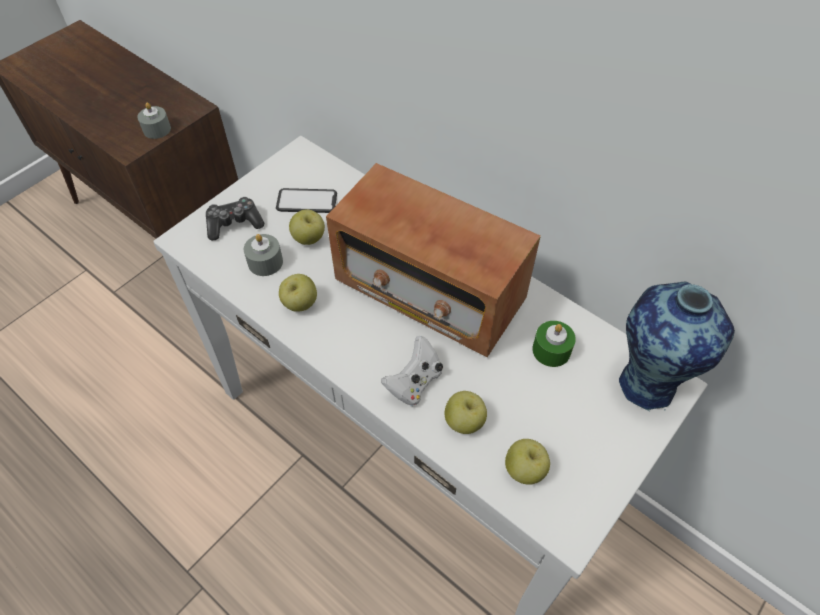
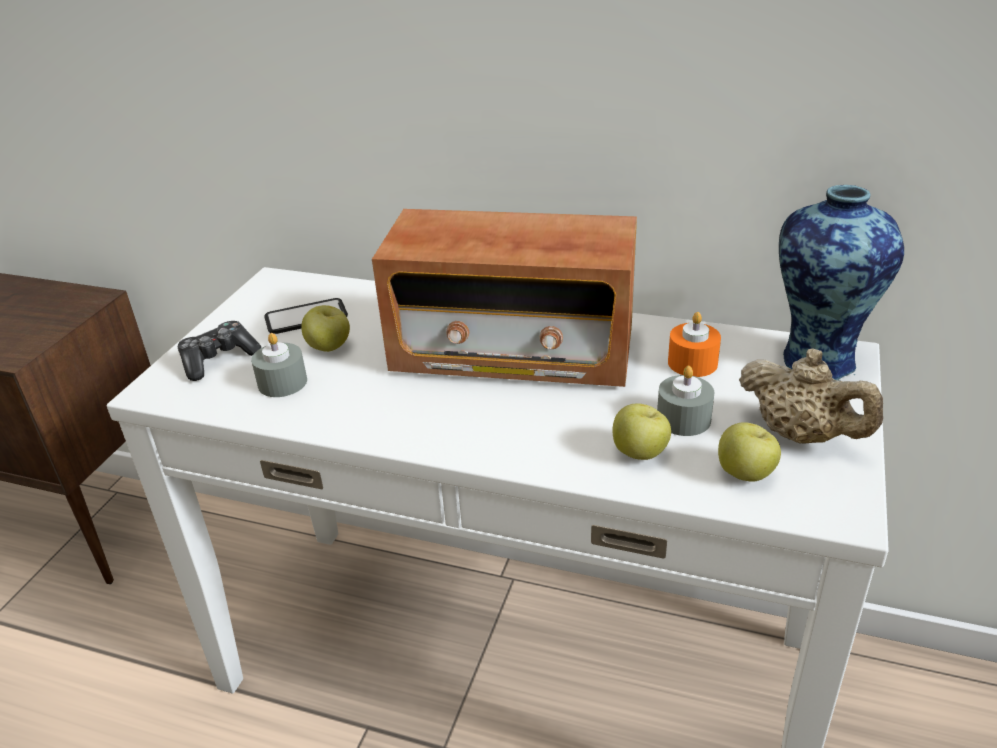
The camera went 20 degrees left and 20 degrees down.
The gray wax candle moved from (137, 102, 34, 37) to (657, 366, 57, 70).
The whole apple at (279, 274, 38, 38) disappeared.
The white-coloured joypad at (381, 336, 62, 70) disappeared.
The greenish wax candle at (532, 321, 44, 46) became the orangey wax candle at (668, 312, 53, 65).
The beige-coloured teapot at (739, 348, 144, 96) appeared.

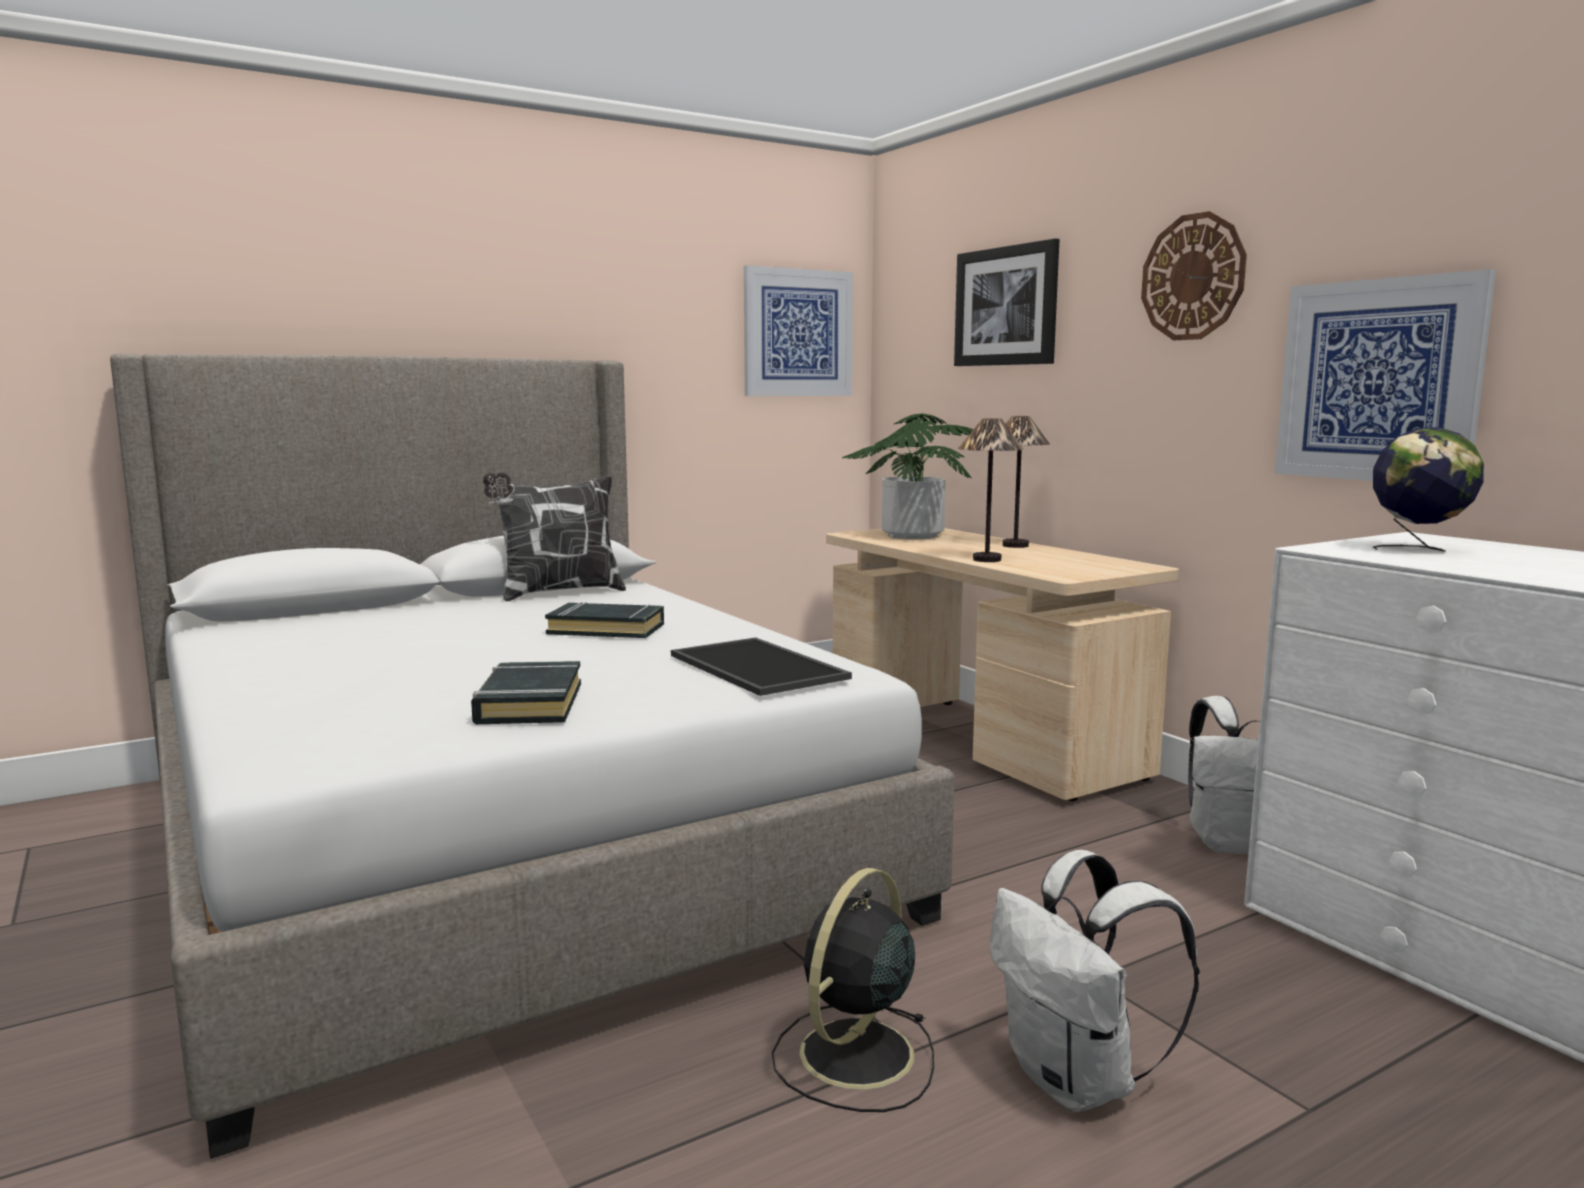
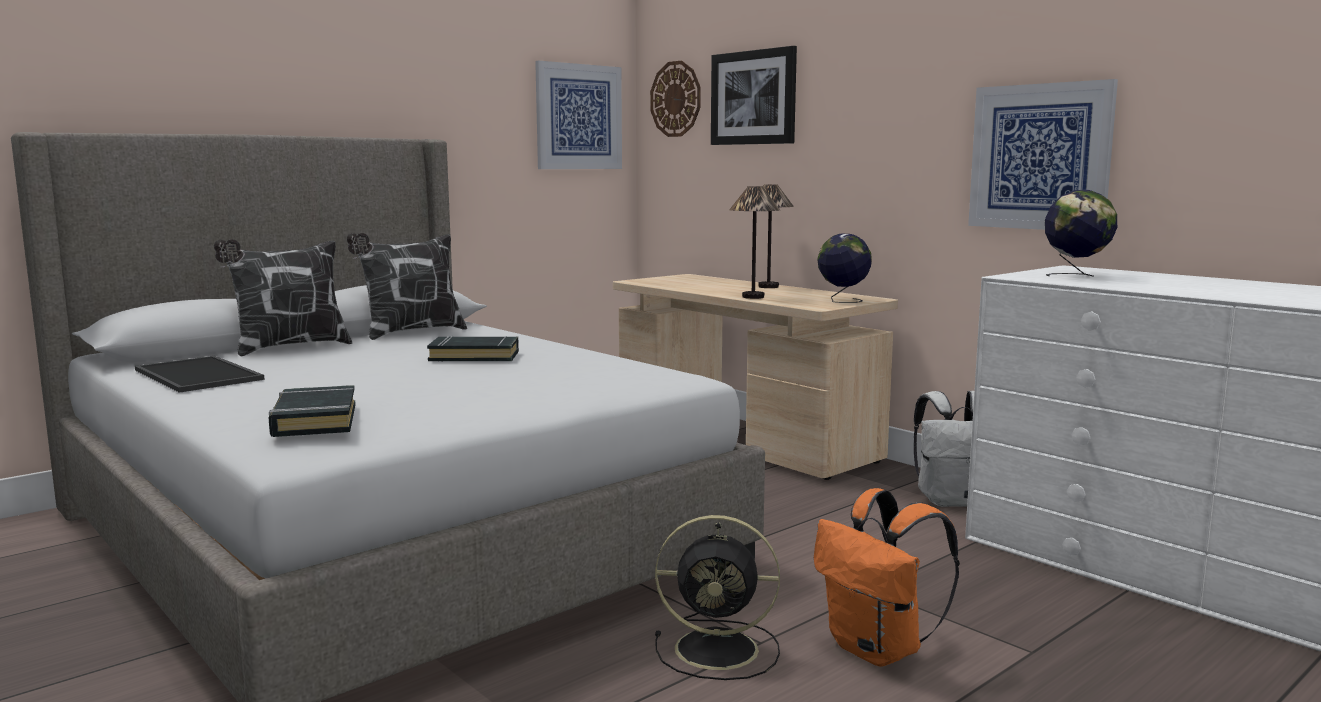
The camera went 10 degrees left and 0 degrees up.
The black-coloured bound book moved from (471, 661, 110, 63) to (269, 385, 87, 52).
The carrying tray moved from (671, 637, 181, 59) to (135, 356, 130, 37).
The black-coloured electric fan at (772, 868, 162, 244) turned 105 degrees counterclockwise.
The plant in a pot at (842, 414, 132, 125) disappeared.
The white-coloured knapsack at (990, 850, 210, 262) became the orangey knapsack at (814, 488, 146, 179).
The wall clock moved from (1141, 211, 106, 129) to (650, 61, 51, 76).
The throw pillow at (214, 239, 138, 117) appeared.
The desk globe at (817, 234, 55, 69) appeared.

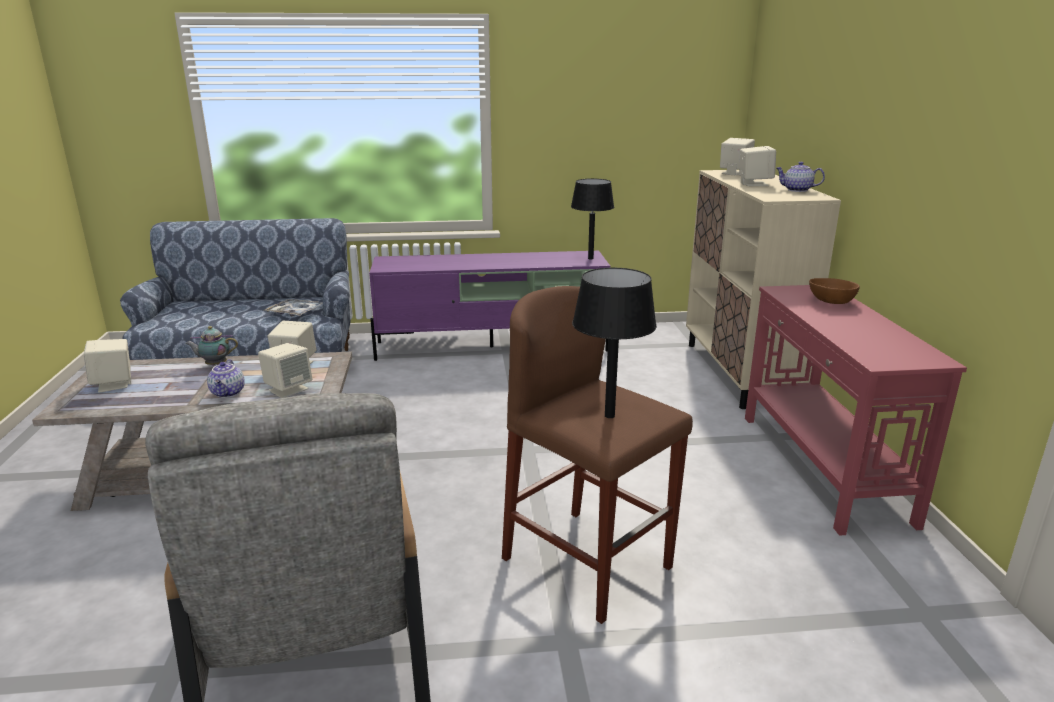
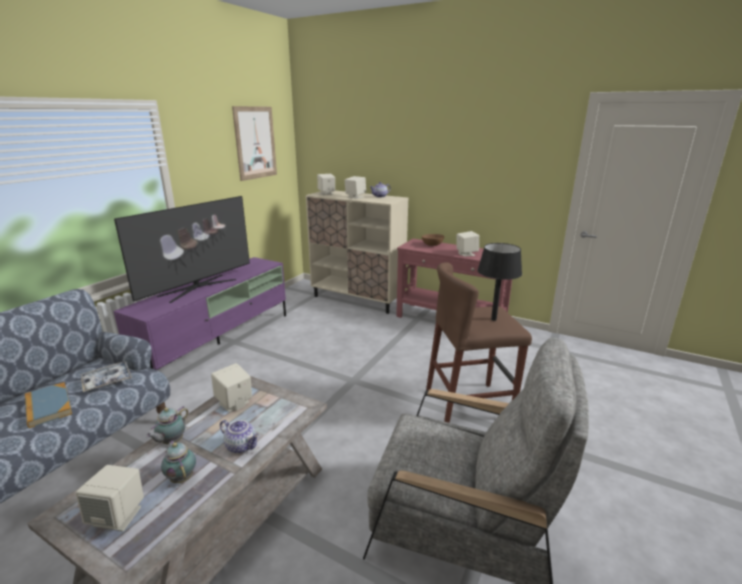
The camera went 55 degrees left and 0 degrees up.
The beige-coloured audio speaker moved from (258, 343, 54, 55) to (457, 231, 22, 26).
The black-coloured lamp for a table at (571, 179, 43, 81) disappeared.
The bound book at (25, 382, 47, 46) appeared.
The TV set at (114, 196, 136, 107) appeared.
The teapot at (161, 440, 35, 43) appeared.
The wall art at (232, 106, 45, 75) appeared.

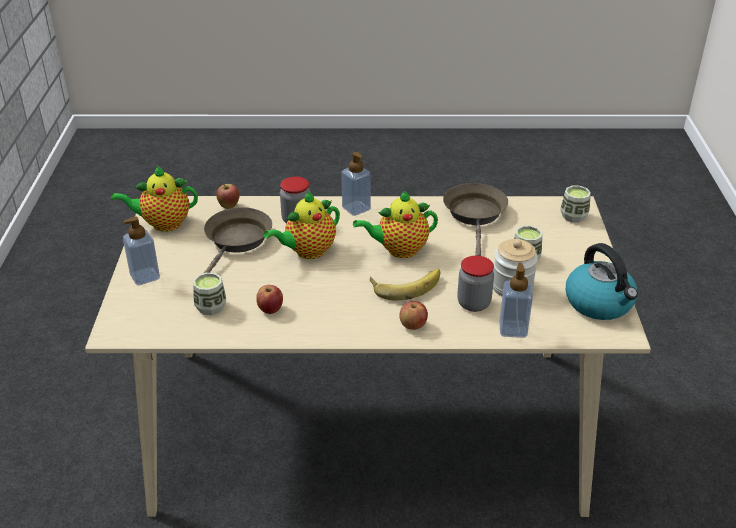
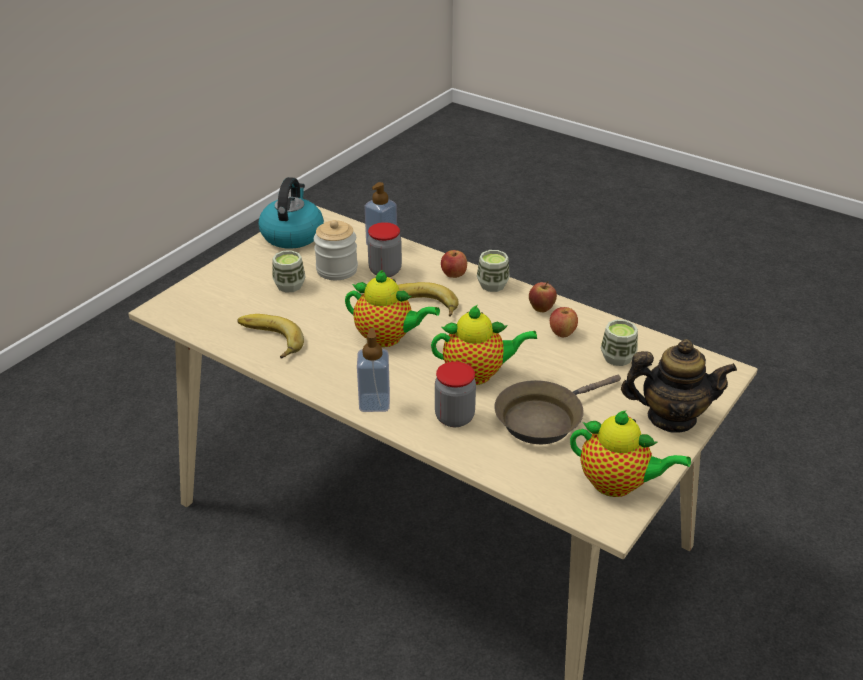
The camera went 145 degrees left and 0 degrees up.
The soap bottle at (123, 216, 37, 70) was replaced by the teapot at (621, 339, 116, 94).
The whole apple moved from (216, 184, 24, 25) to (529, 281, 28, 31).
The brown skillet at (443, 183, 65, 73) was replaced by the banana at (238, 314, 66, 45).
The small cup moved from (560, 185, 31, 38) to (477, 250, 33, 42).

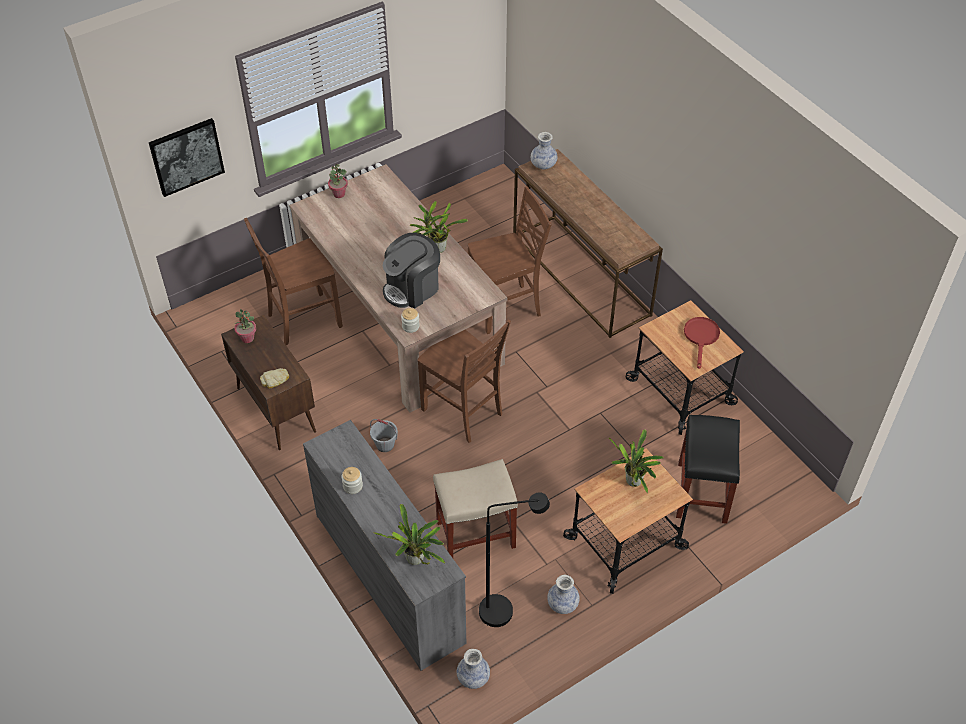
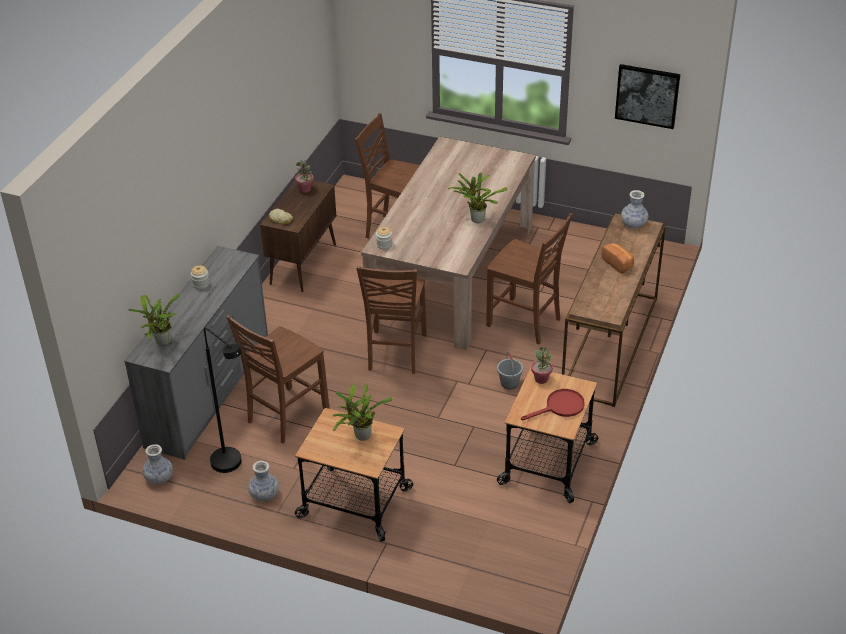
The camera went 55 degrees right and 10 degrees down.
The wall art moved from (149, 118, 76, 79) to (615, 64, 66, 65).
The plant in a pot moved from (328, 164, 20, 34) to (531, 347, 22, 37).
The gray bucket moved from (370, 419, 28, 33) to (497, 351, 26, 39).
The coffee maker at (383, 233, 57, 75) disappeared.
The beige-coloured stool at (433, 459, 85, 99) was replaced by the brown chair at (226, 315, 104, 128).
The black-coloured stool at (676, 415, 64, 109) disappeared.
The bakery bread at (602, 243, 32, 30) appeared.

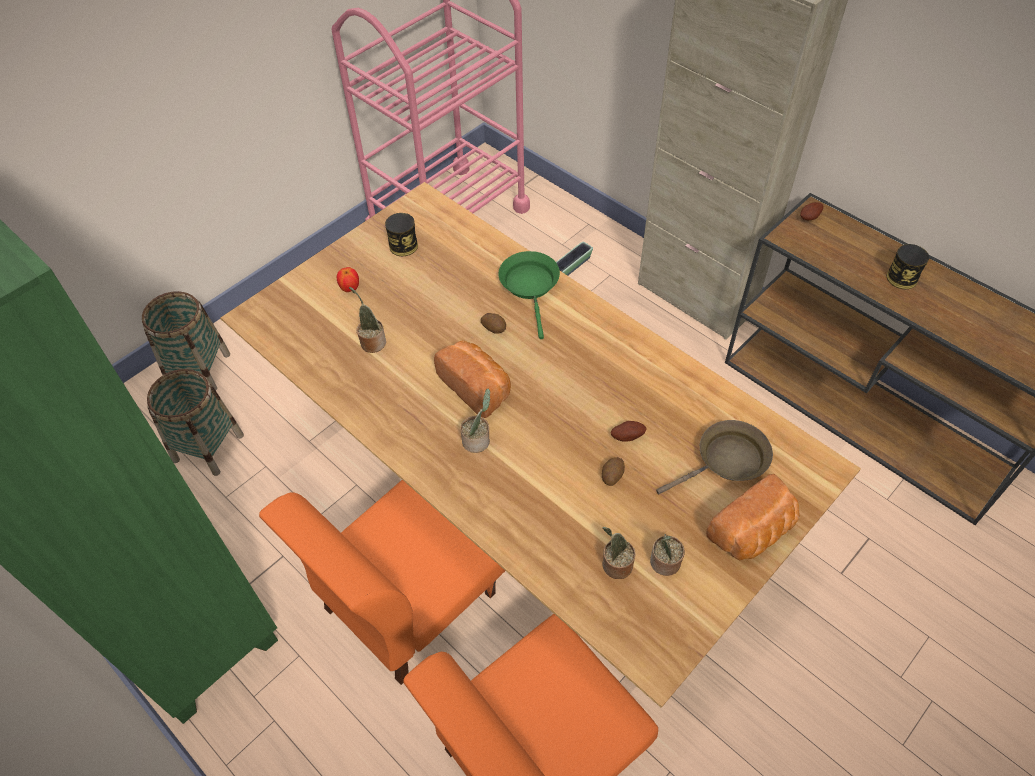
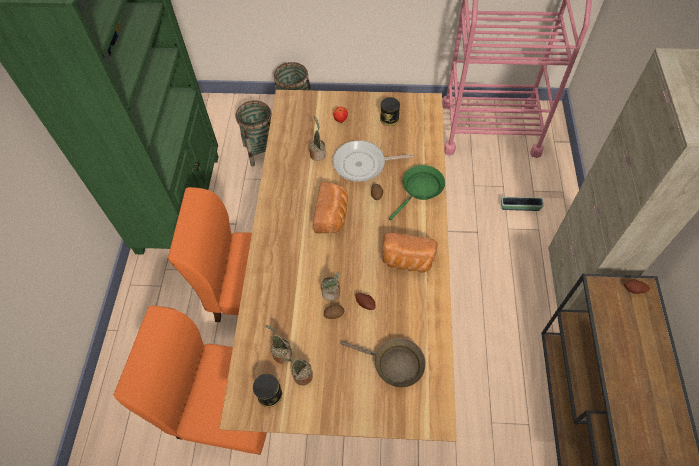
The camera went 50 degrees right and 5 degrees up.
The plant in a pot moved from (460, 389, 30, 64) to (321, 272, 19, 29).
The bakery bread moved from (706, 474, 93, 86) to (383, 233, 55, 40).
The sealed can moved from (887, 244, 42, 45) to (253, 374, 29, 33).
The skillet at (333, 140, 81, 42) appeared.

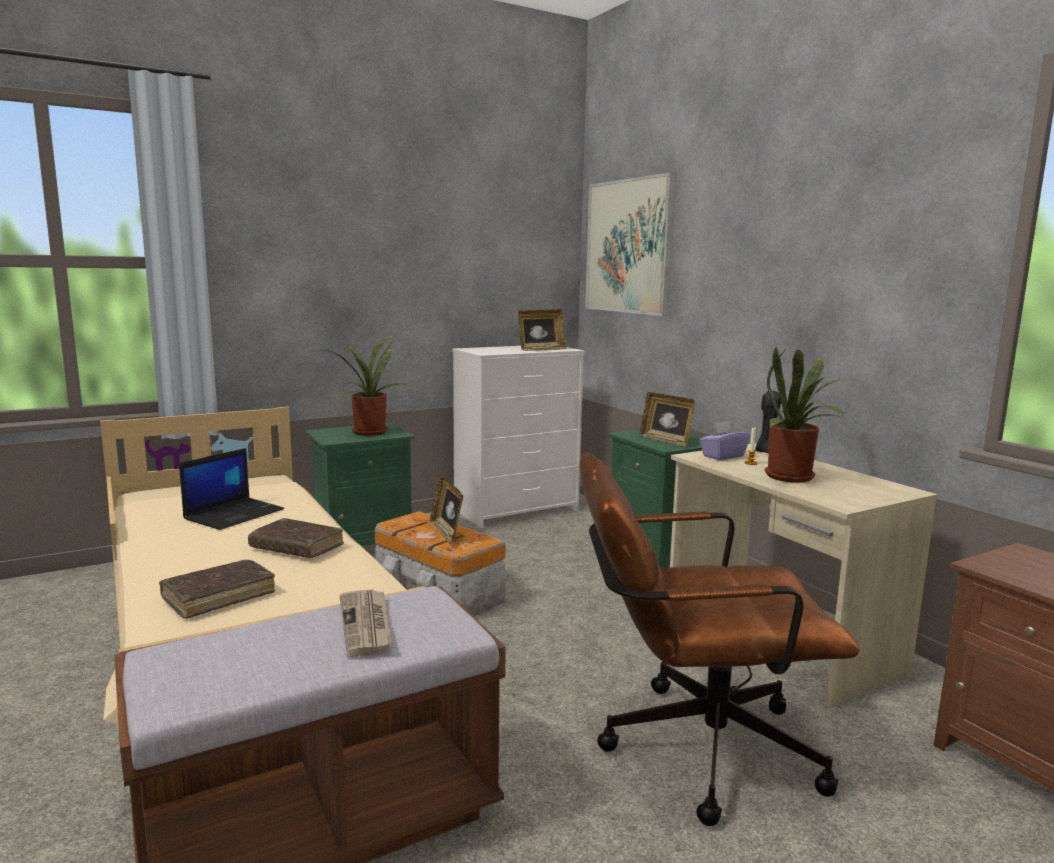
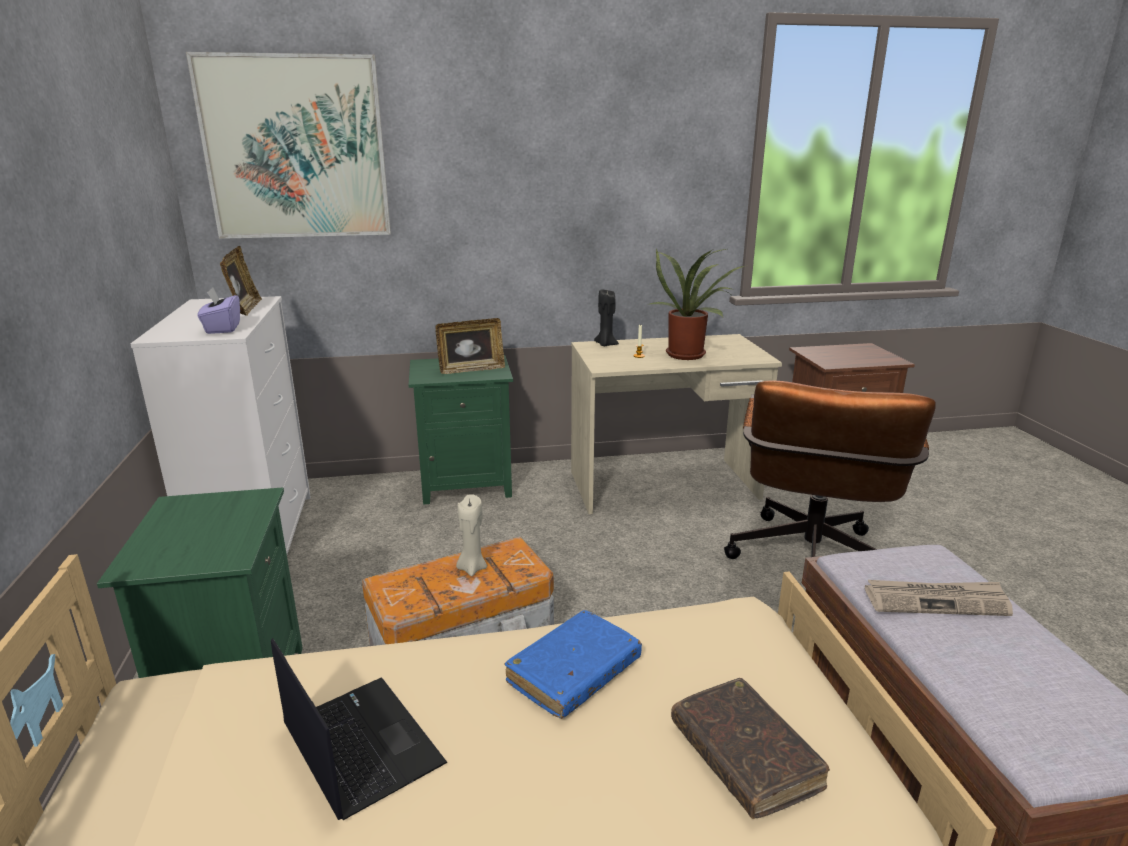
The camera went 70 degrees left and 10 degrees up.
The brown bound book at (248, 518, 96, 40) became the blue-coloured bound book at (505, 610, 137, 109).
The plant in a pot at (324, 334, 86, 102) disappeared.
The standing frame at (430, 475, 33, 69) was replaced by the beige-coloured wax candle at (456, 494, 31, 82).
The purple box of tissues moved from (699, 421, 51, 39) to (197, 288, 43, 46).

